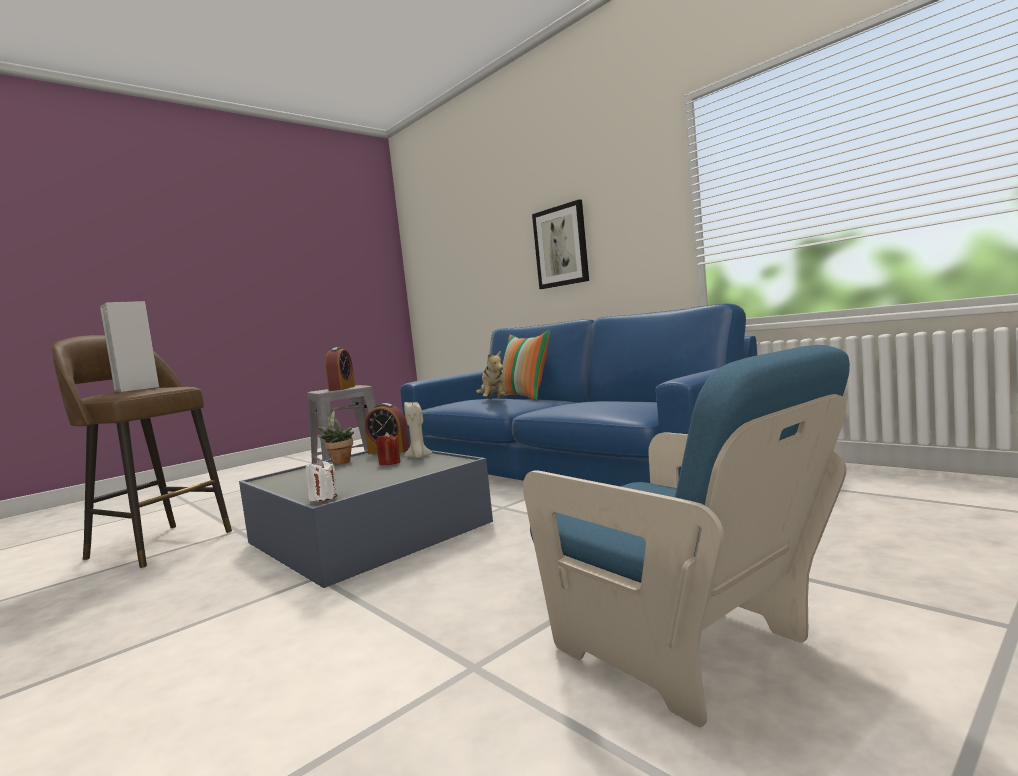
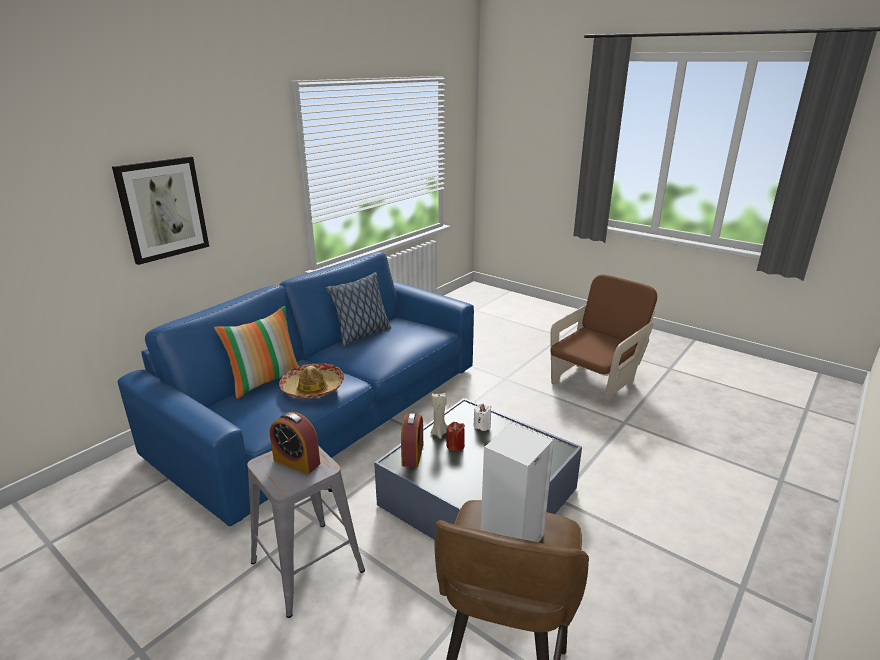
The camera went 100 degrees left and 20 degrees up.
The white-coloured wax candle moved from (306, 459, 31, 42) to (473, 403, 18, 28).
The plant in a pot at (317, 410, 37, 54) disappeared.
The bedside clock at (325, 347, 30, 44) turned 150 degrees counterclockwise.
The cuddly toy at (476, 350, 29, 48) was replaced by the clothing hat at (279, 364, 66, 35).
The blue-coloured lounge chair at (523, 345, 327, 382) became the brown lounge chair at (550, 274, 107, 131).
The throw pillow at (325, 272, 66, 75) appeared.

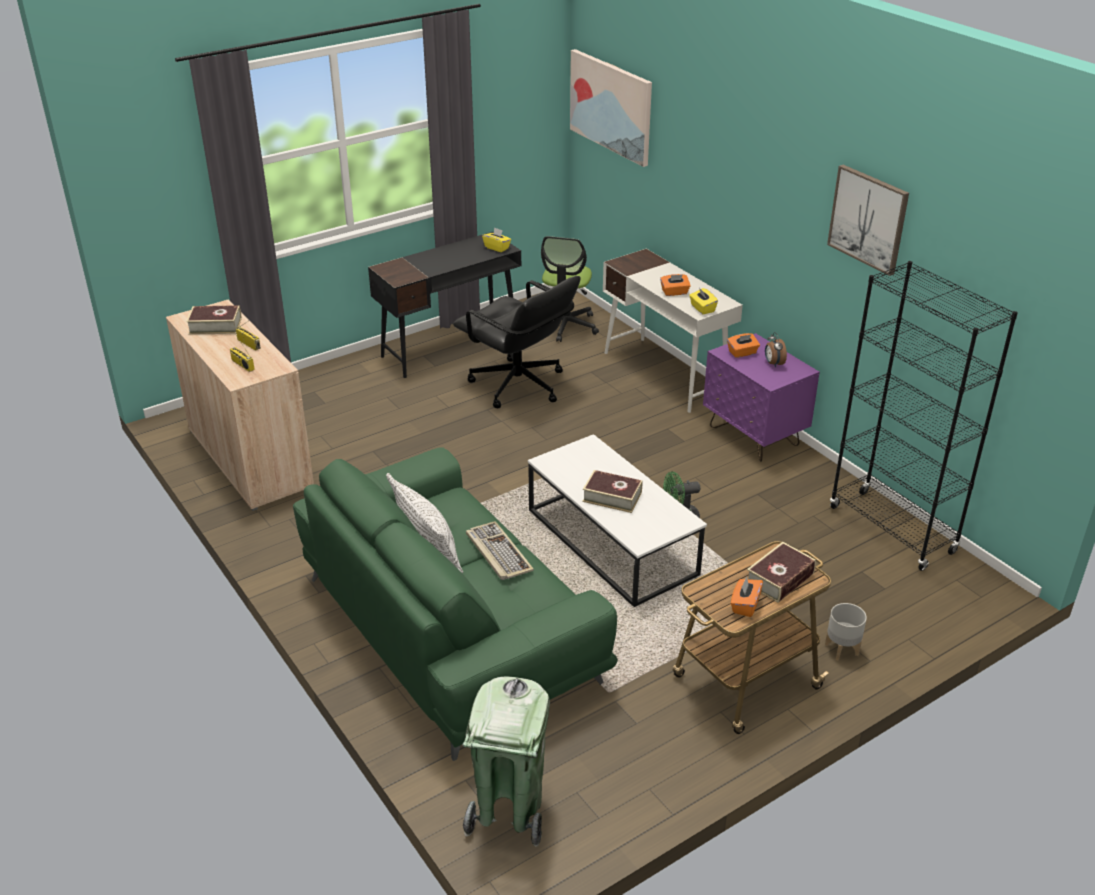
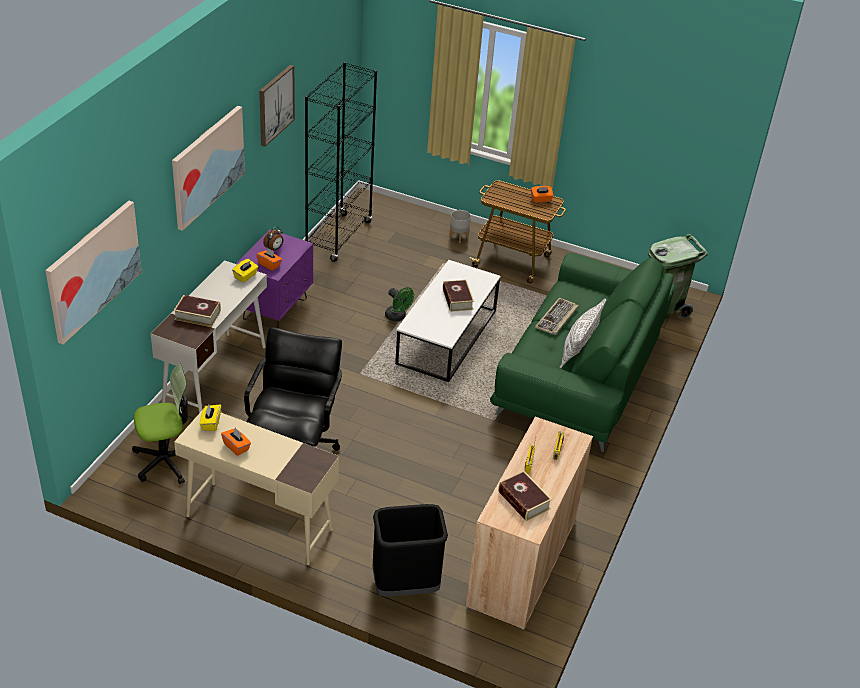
The camera went 125 degrees left and 5 degrees up.
The black-coloured desk at (368, 232, 153, 146) became the beige-coloured desk at (174, 410, 165, 155).
The orangey box of tissues moved from (660, 274, 31, 22) to (221, 428, 30, 28).
The bound book moved from (747, 542, 69, 61) to (174, 295, 47, 32).
The wall art at (172, 106, 73, 125) appeared.
The black-coloured waste bin at (372, 504, 76, 93) appeared.

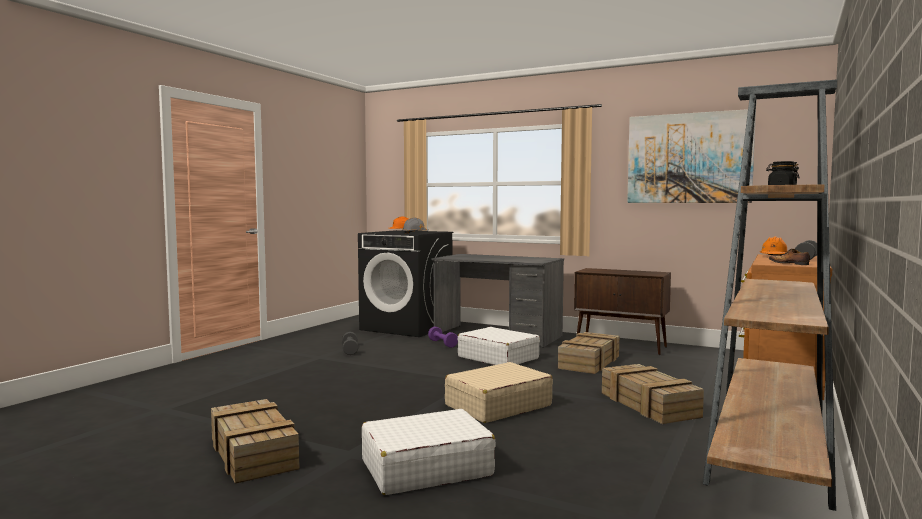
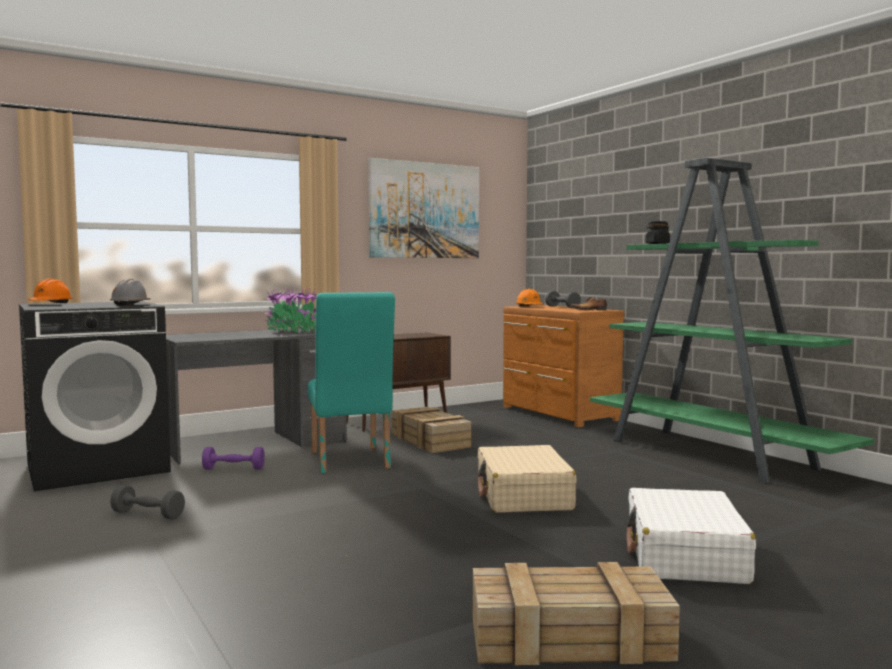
The camera went 60 degrees left and 0 degrees up.
The white-coloured suitcase at (458, 327, 82, 38) was replaced by the turquoise-coloured chair at (308, 292, 87, 182).
The shipping crate at (602, 364, 102, 60) disappeared.
The brown shelving unit at (703, 80, 134, 431) became the greenish shelving unit at (590, 158, 284, 326).
The plant in a pot at (265, 287, 53, 45) appeared.

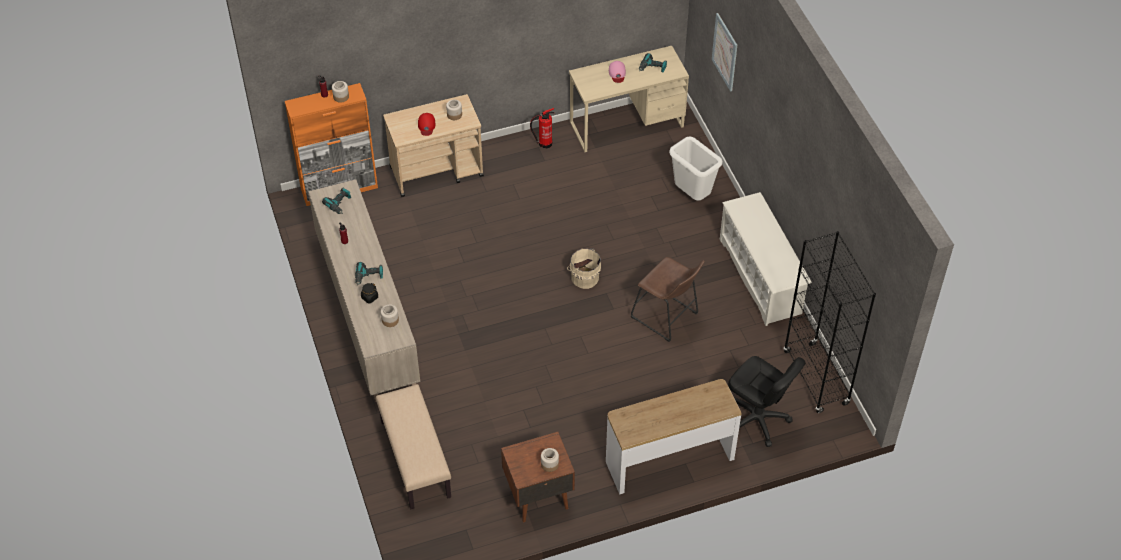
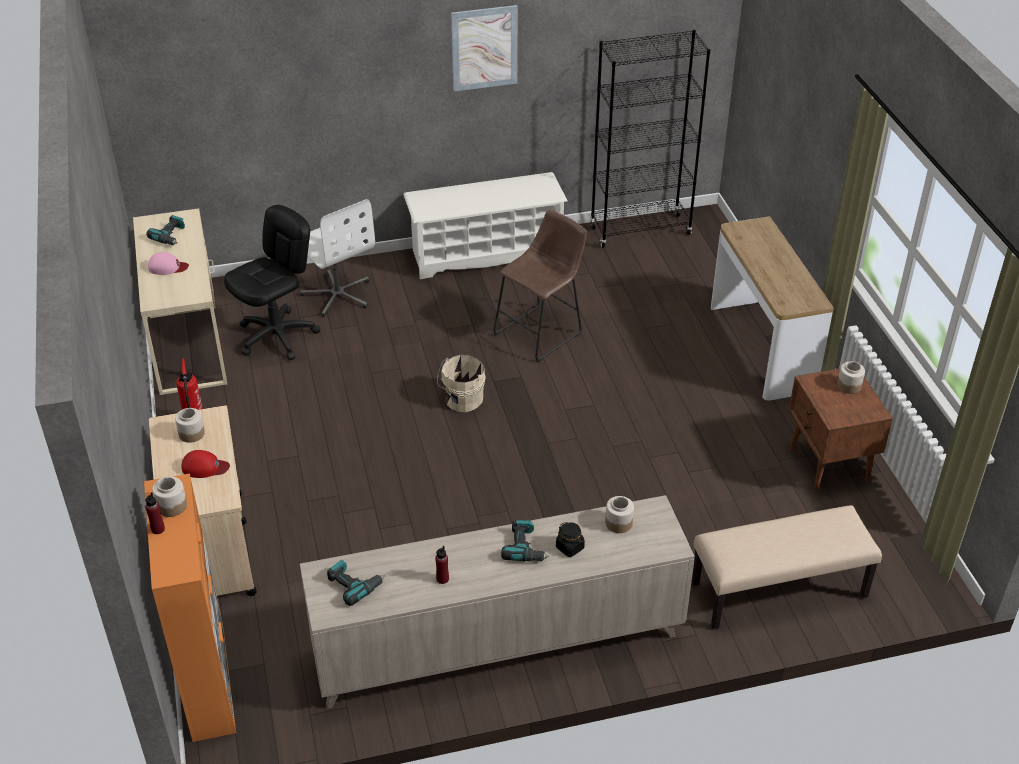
The camera went 85 degrees left and 10 degrees down.
The white-coloured waste bin at (669, 137, 53, 64) was replaced by the white-coloured computer chair at (300, 199, 75, 118).
The wall art moved from (712, 13, 25, 79) to (451, 5, 67, 86).
The black-coloured computer chair moved from (728, 356, 77, 91) to (224, 205, 96, 155).

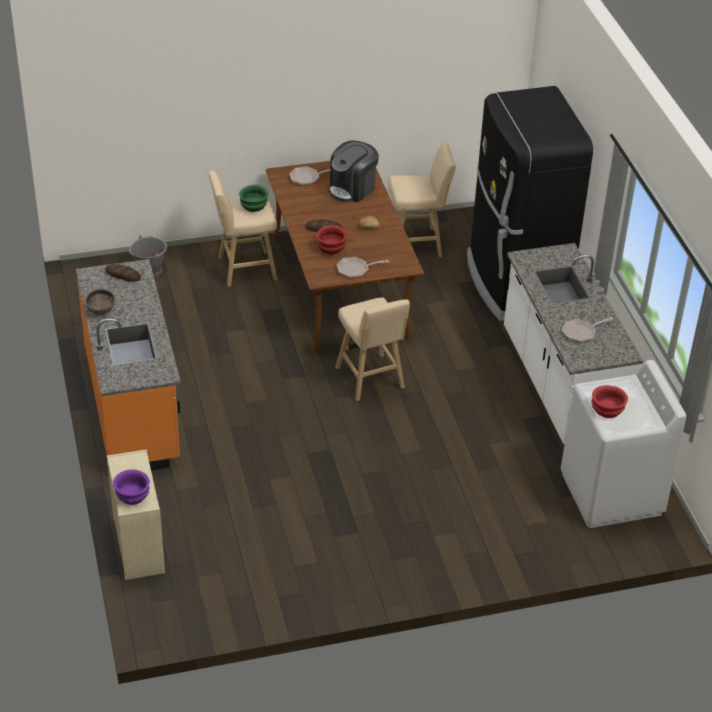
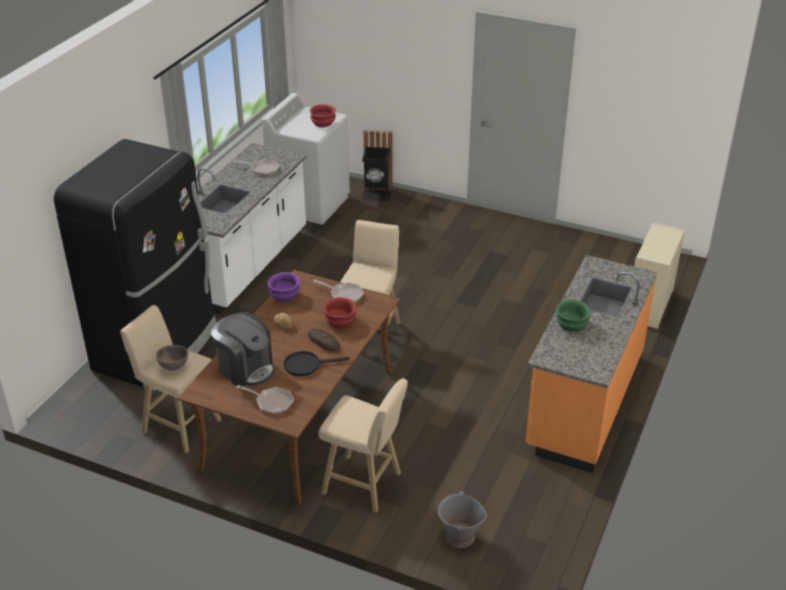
The camera went 140 degrees left and 5 degrees down.
The brown bowl moved from (85, 288, 31, 27) to (156, 345, 33, 26).
The bakery bread at (105, 264, 36, 18) disappeared.
The purple bowl moved from (113, 469, 37, 36) to (268, 272, 32, 30).
The greenish bowl moved from (239, 185, 30, 27) to (556, 300, 35, 32).
The coffee maker at (329, 140, 50, 62) turned 45 degrees clockwise.
The black-coloured skillet at (284, 351, 66, 25) appeared.
The black-coloured waste bin at (362, 130, 31, 72) appeared.

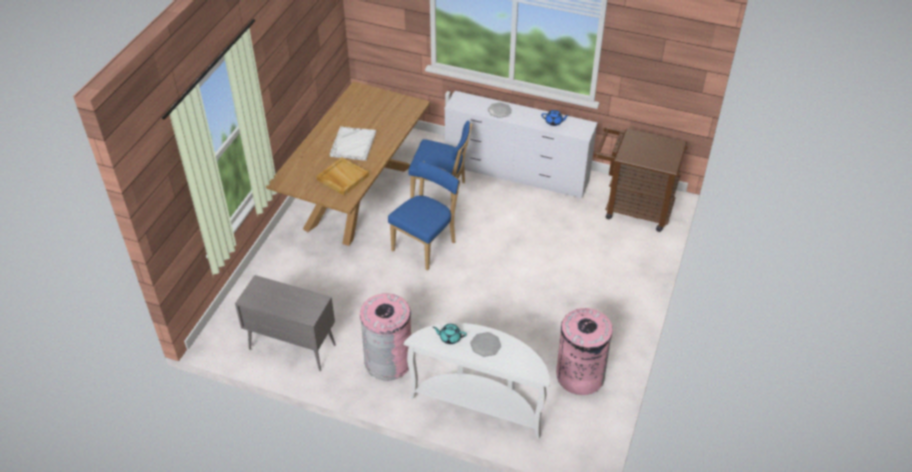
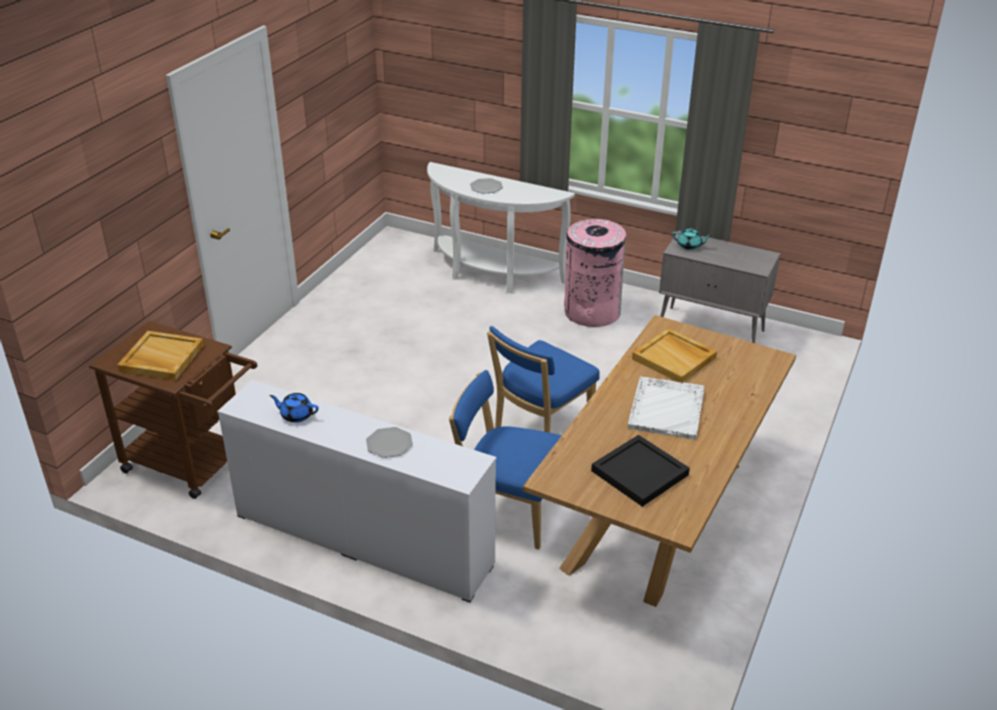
The camera went 175 degrees left and 10 degrees down.
The turquoise-coloured teapot moved from (432, 324, 35, 20) to (672, 228, 40, 22).
The pink waste bin at (556, 308, 57, 87) disappeared.
The beige-coloured carrying tray at (117, 331, 87, 50) appeared.
The black-coloured carrying tray at (591, 435, 99, 72) appeared.

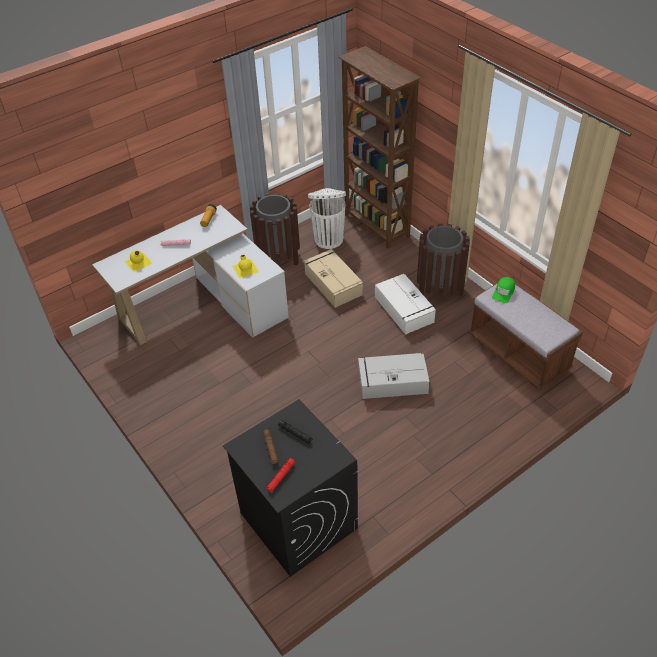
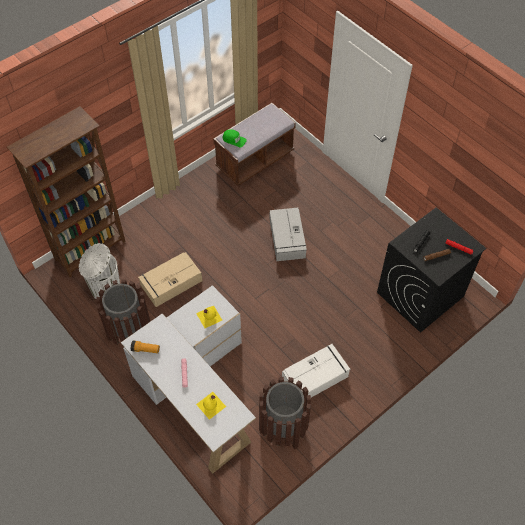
The camera went 95 degrees left and 10 degrees up.
The white-coloured storage box moved from (375, 274, 61, 60) to (282, 344, 68, 53).
The brown waste bin moved from (417, 223, 53, 74) to (259, 377, 52, 72).

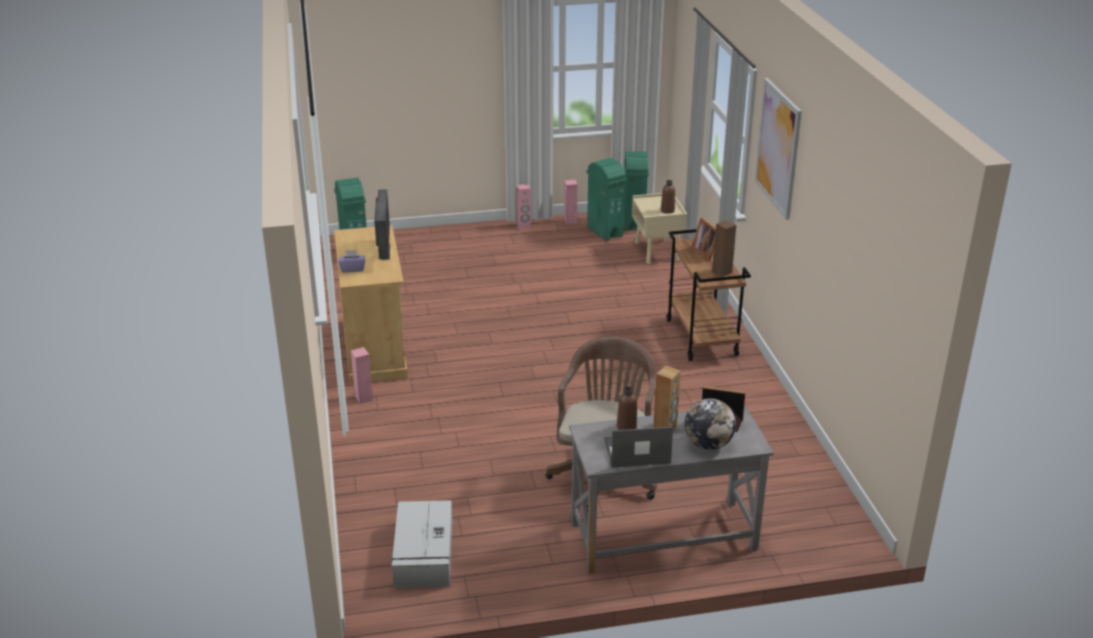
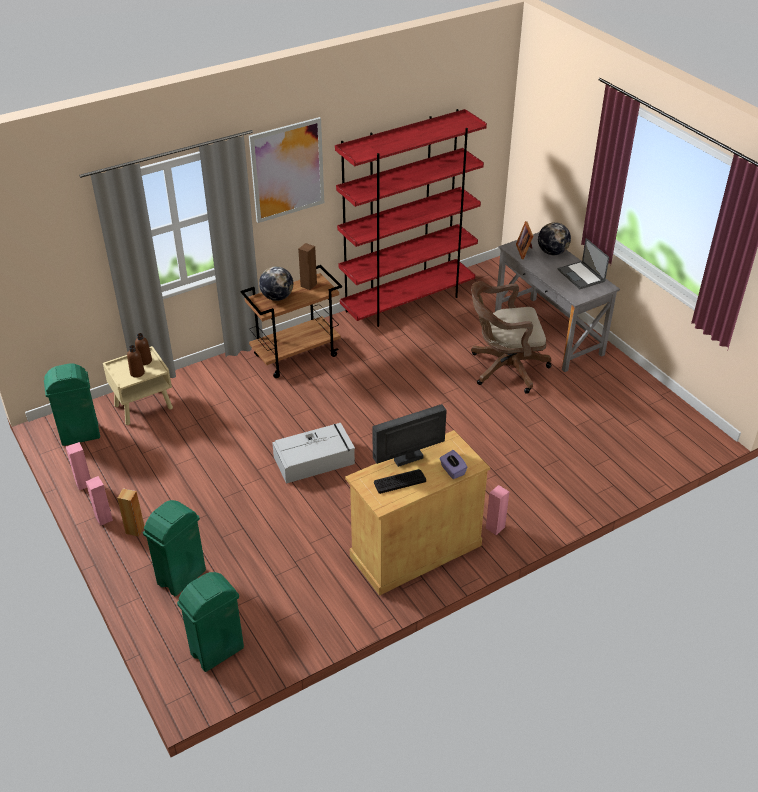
The camera went 110 degrees left and 10 degrees up.
The gray storage box moved from (392, 500, 60, 88) to (272, 423, 83, 61).
The greenish waste bin moved from (586, 158, 41, 83) to (143, 500, 63, 97).
The brown bottle moved from (617, 386, 20, 44) to (127, 345, 18, 33).
The brown audio speaker moved from (653, 366, 28, 64) to (117, 488, 27, 49).
The standing frame at (691, 218, 25, 43) was replaced by the desk globe at (259, 266, 34, 35).
The red shelving unit at (335, 109, 152, 218) appeared.
The PC keyboard at (374, 469, 52, 25) appeared.

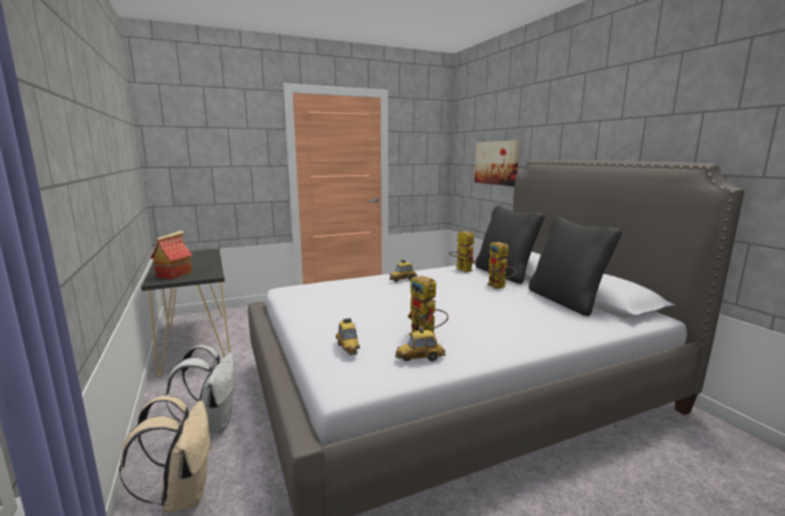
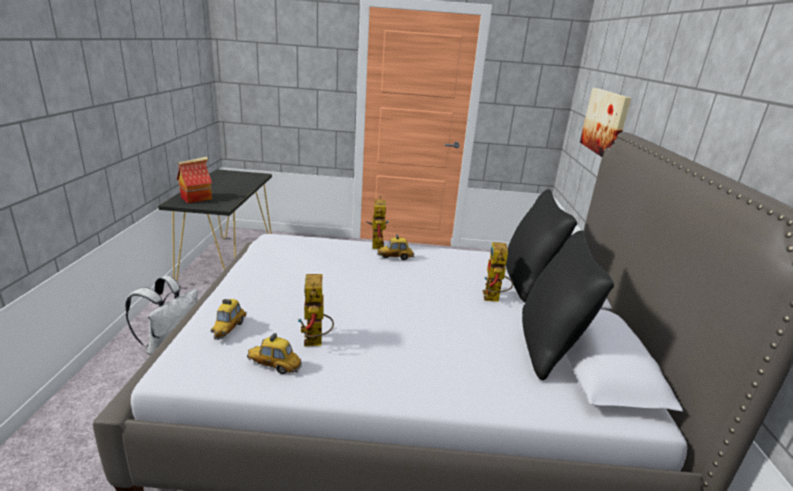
The camera went 25 degrees right and 10 degrees up.
The beige-coloured knapsack at (119, 396, 93, 117) disappeared.
The robot figure moved from (449, 229, 26, 43) to (366, 196, 23, 53).

